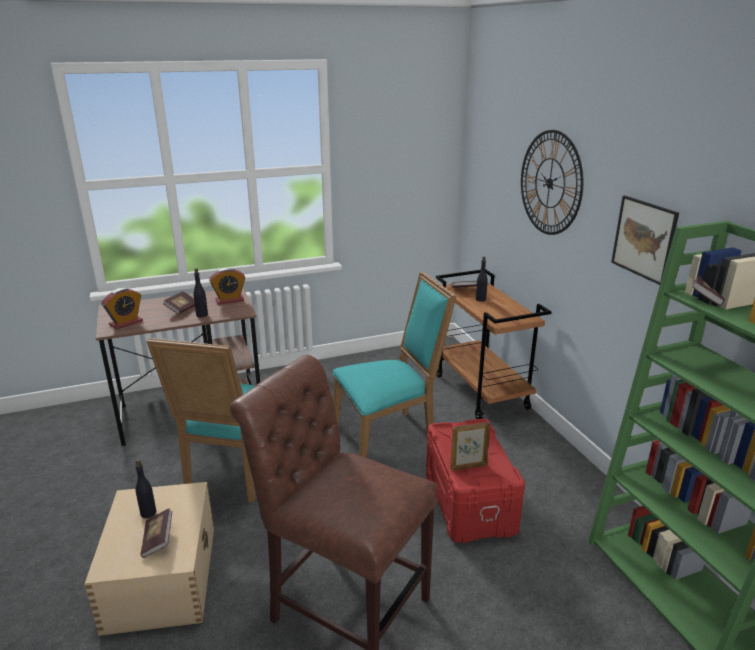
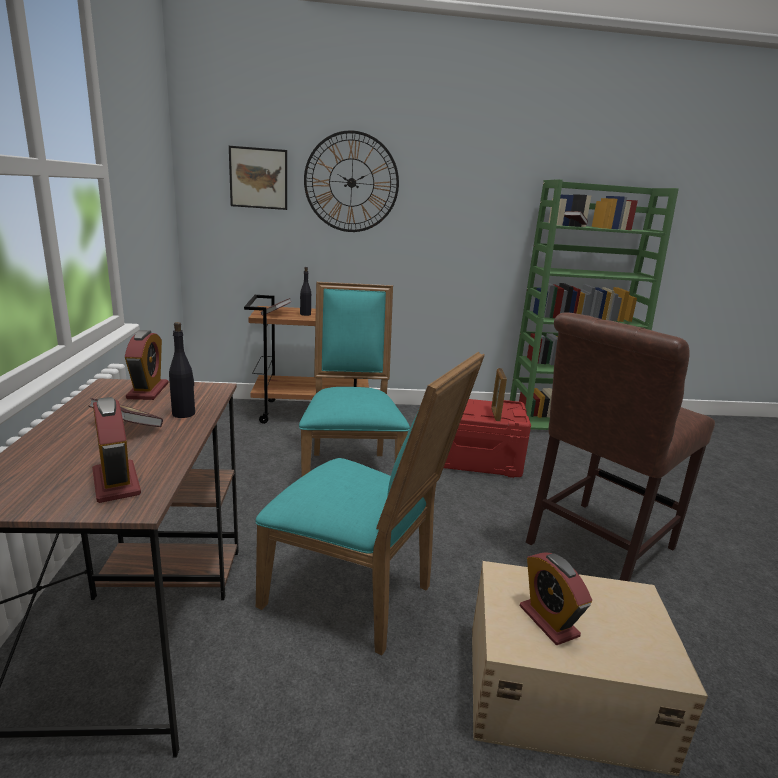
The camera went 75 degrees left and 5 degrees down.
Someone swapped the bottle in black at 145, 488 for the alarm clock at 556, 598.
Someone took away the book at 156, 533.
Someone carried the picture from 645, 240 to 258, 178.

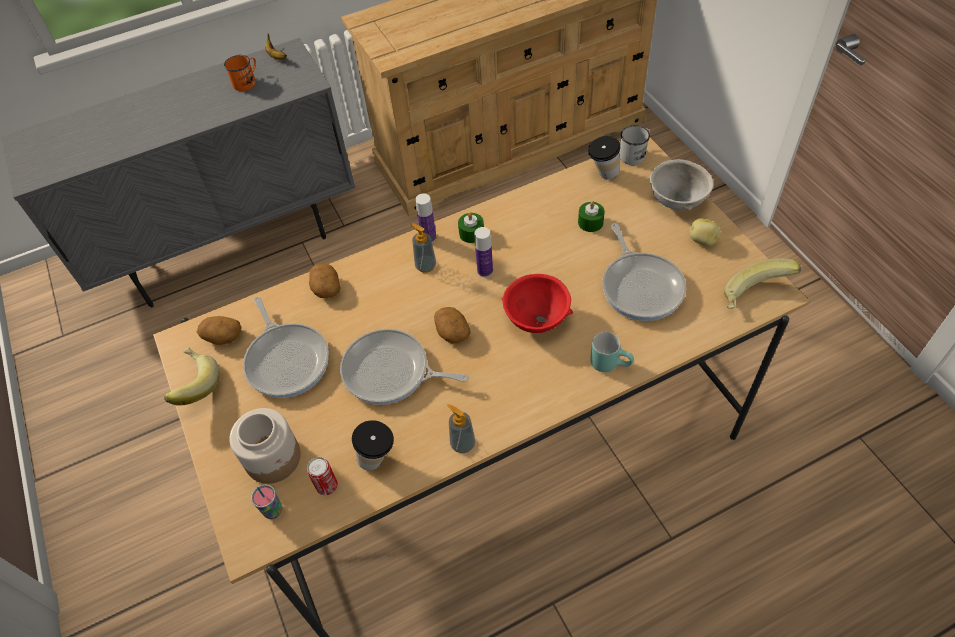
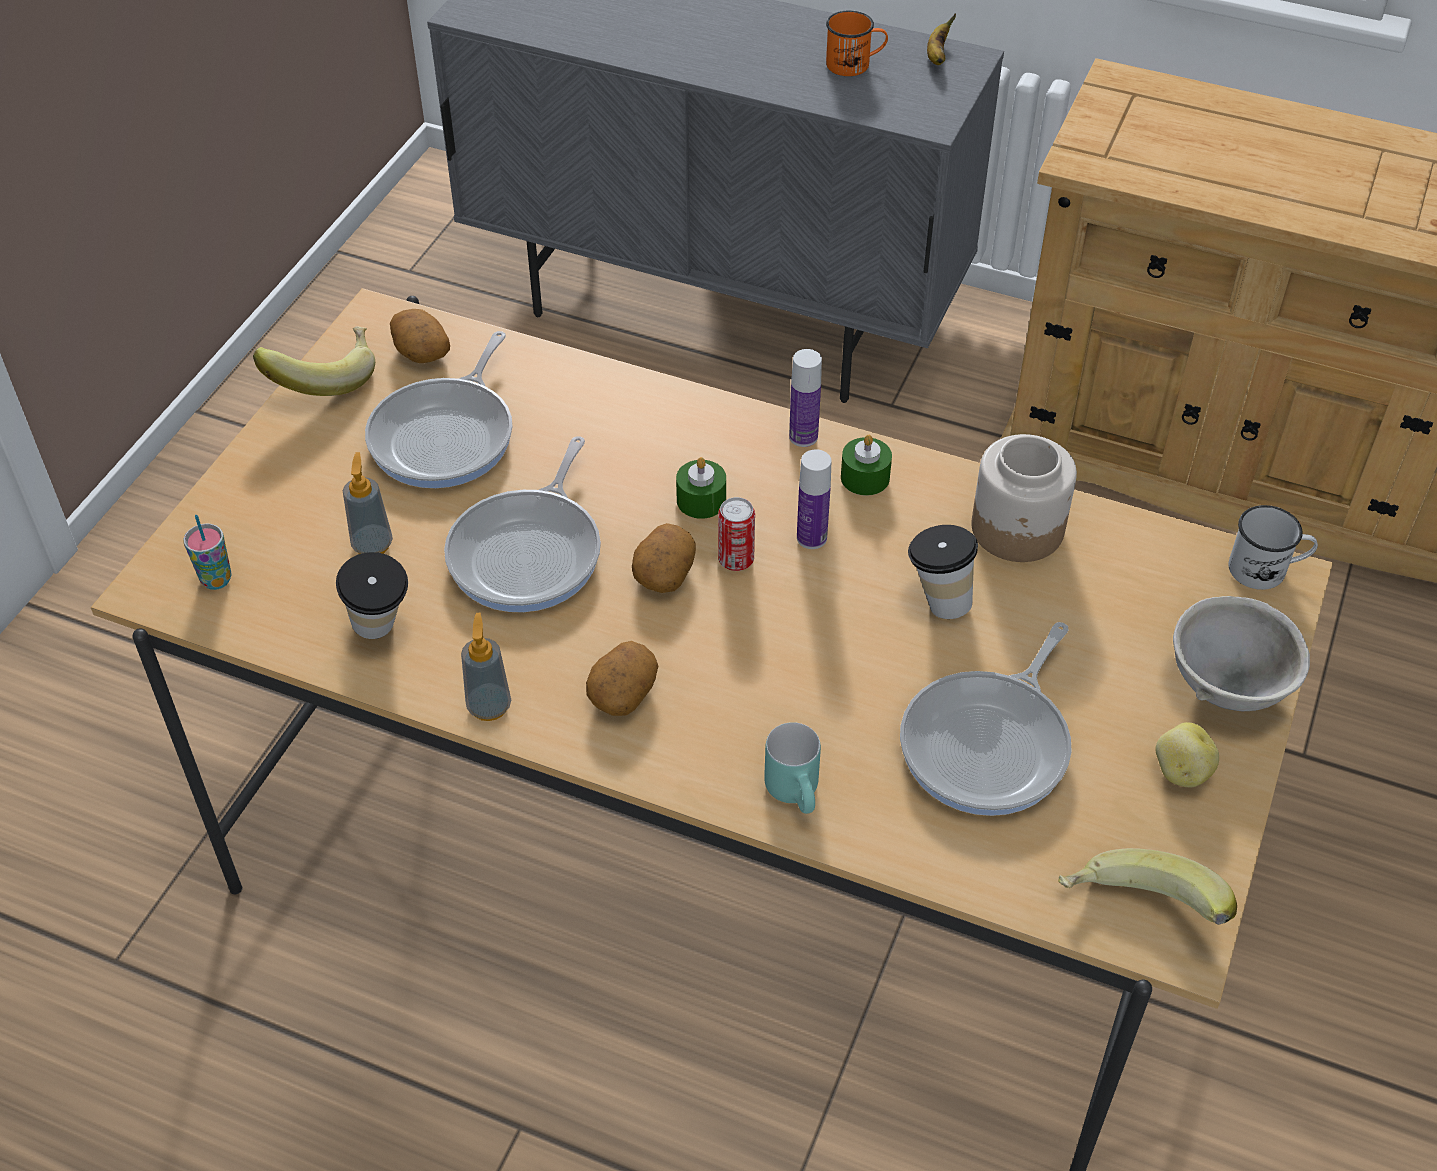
The camera went 45 degrees right and 5 degrees down.
Someone carried the jar from 265, 446 to 1024, 498.
Someone carried the can from 322, 476 to 736, 534.
Someone carried the potato from 324, 281 to 622, 678.
Someone rotated the frying pan at 404, 367 by 135 degrees counterclockwise.
Someone carried the soap dispenser from 423, 248 to 368, 503.
Someone took away the bowl in red at 537, 303.
Someone carried the candle in green from 591, 216 to 701, 488.
Someone carried the cup from 604, 157 to 943, 572.

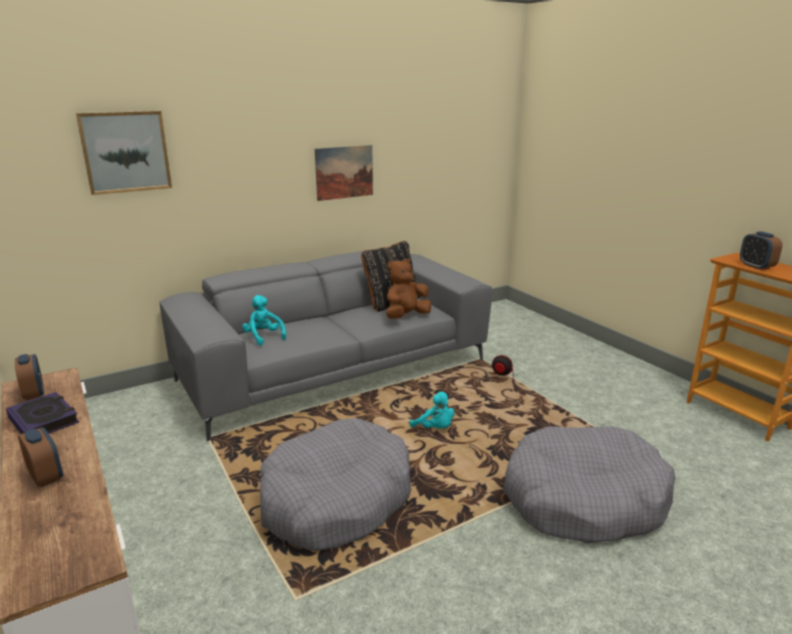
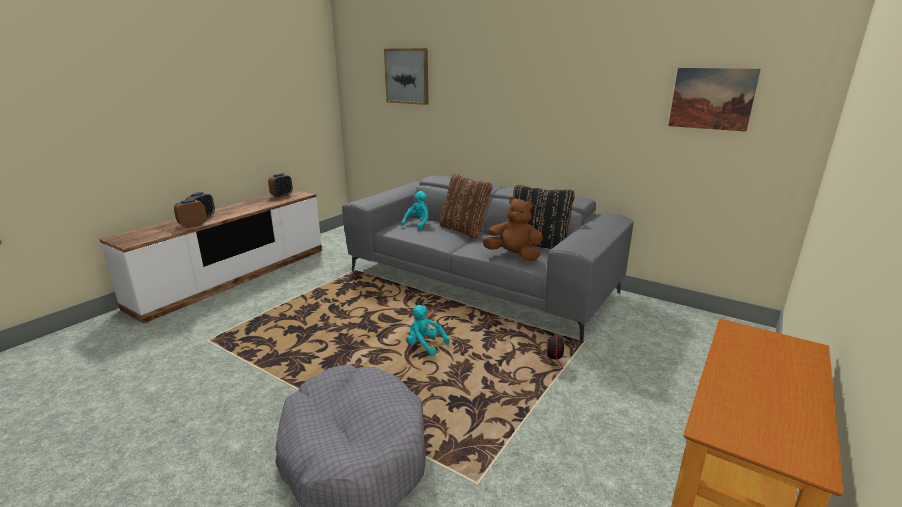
The camera went 65 degrees right and 0 degrees up.
Someone took away the book at 42, 413.
Someone took away the dog bed in grey at 335, 484.
Someone carried the picture from 344, 173 to 714, 100.
Someone rotated the plush toy in turquoise at 432, 410 by 105 degrees clockwise.
Someone carried the alarm clock from 761, 250 to 190, 213.
Someone put down the pillow in brown at 465, 206.

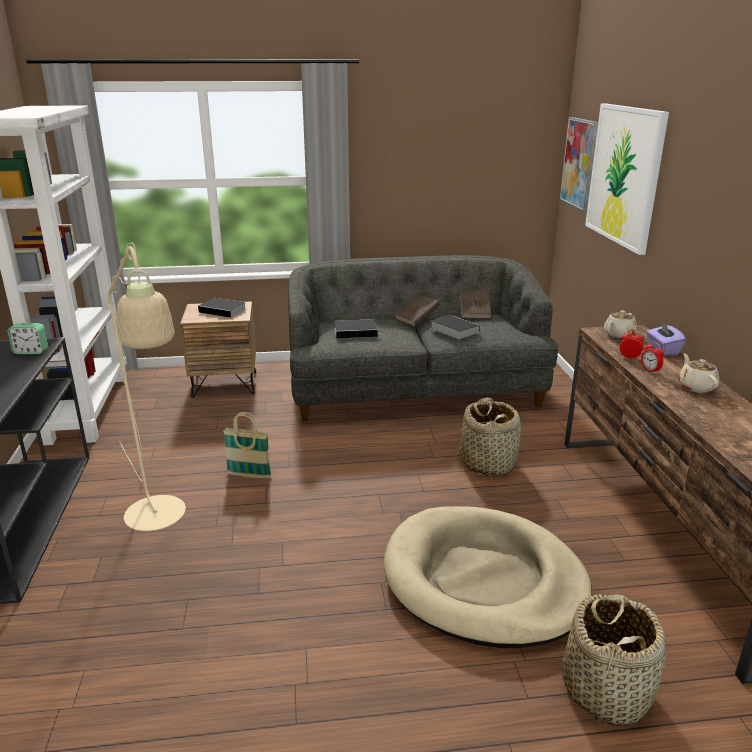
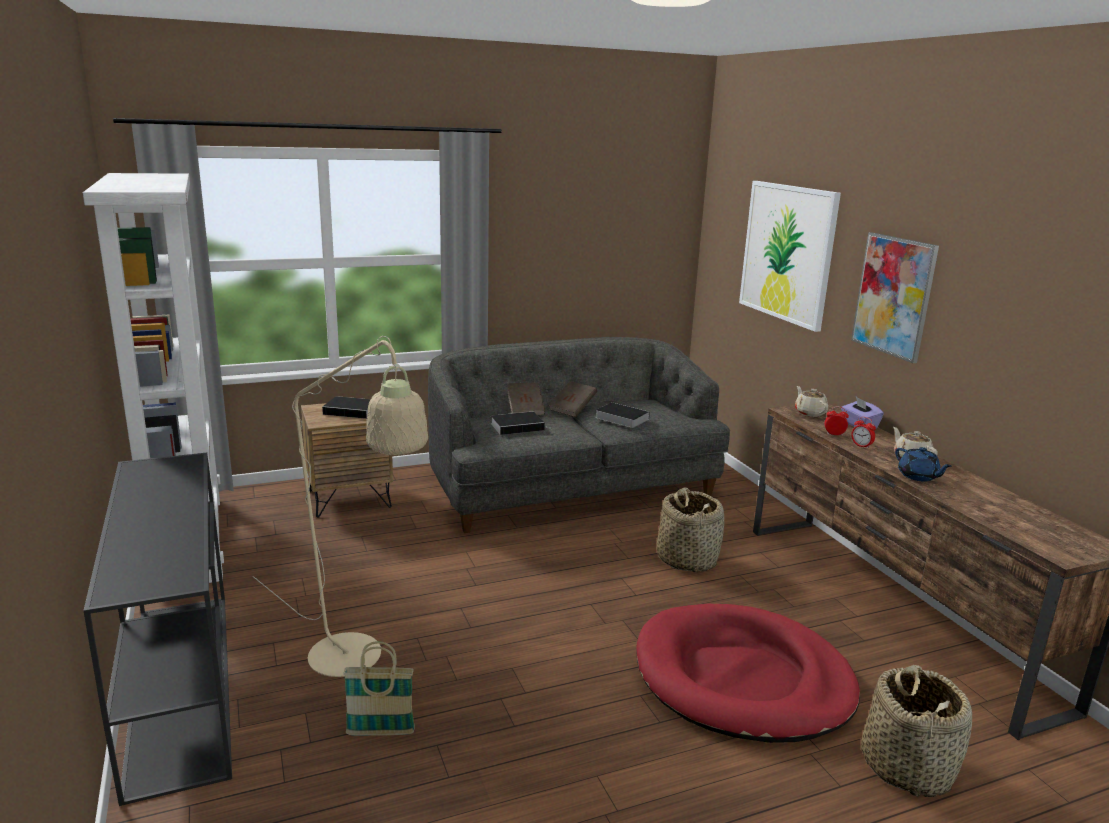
The camera went 15 degrees left and 5 degrees down.
Someone took away the alarm clock at 27, 338.
Someone carried the basket from 247, 445 to 379, 688.
Someone repainted the dog bed in beige at 488, 577, which became the dog bed in red at 748, 673.
Someone carried the book in brown from 475, 304 to 526, 399.
Someone carried the picture from 579, 164 to 895, 297.
Someone rotated the teapot in beige at 620, 324 by 135 degrees clockwise.
Someone put down the teapot in blue at 923, 464.

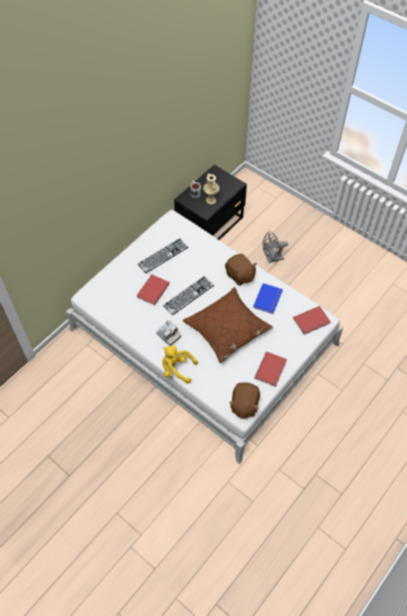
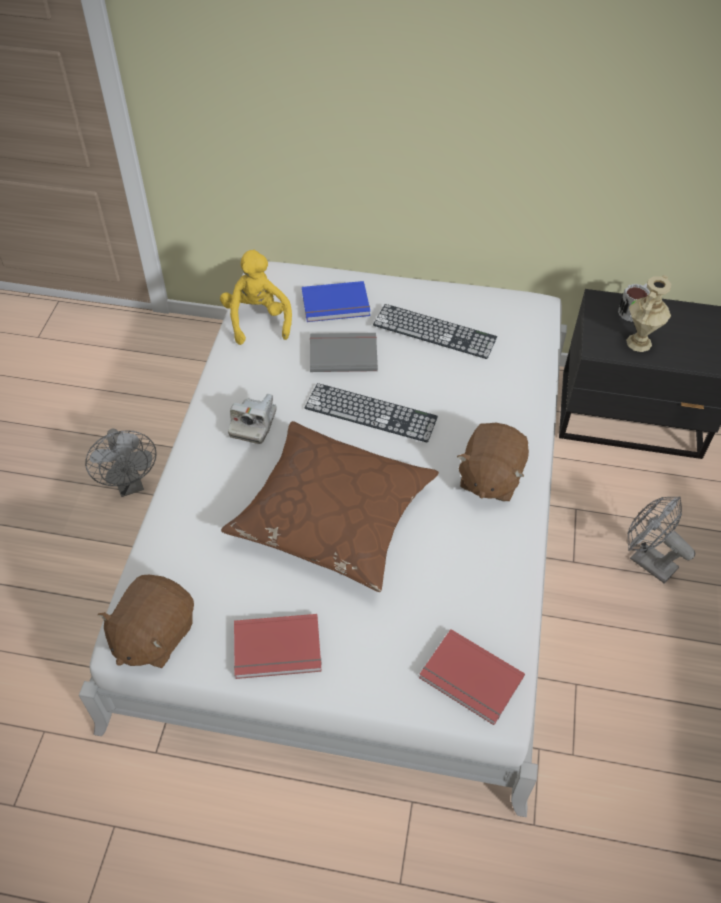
The camera went 60 degrees right and 5 degrees down.
Someone repainted the book in red at 153, 289, which became the book in grey at 344, 352.
Someone carried the plush toy in yellow from 180, 364 to 256, 297.
Someone rotated the plush toy in brown at 244, 400 by 45 degrees counterclockwise.
Someone carried the book in blue from 268, 298 to 336, 301.
Someone put down the fan in grey at 121, 463.

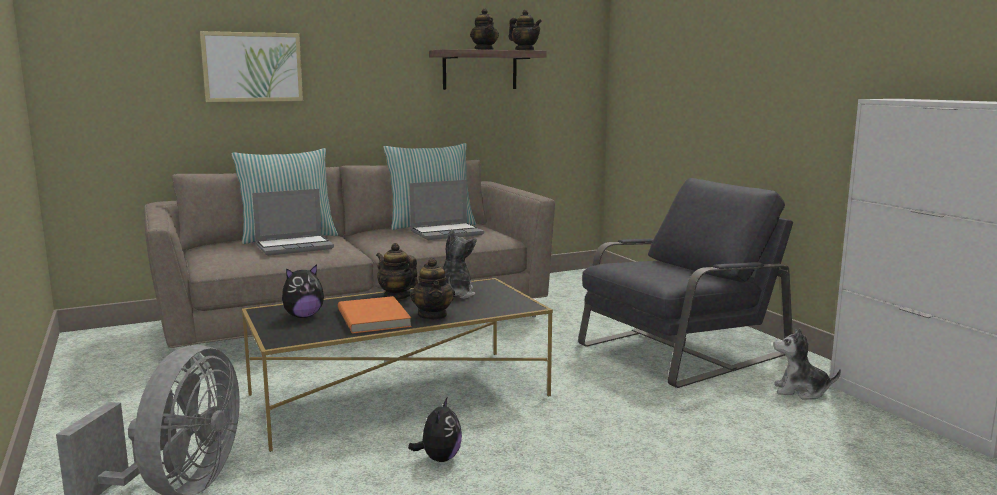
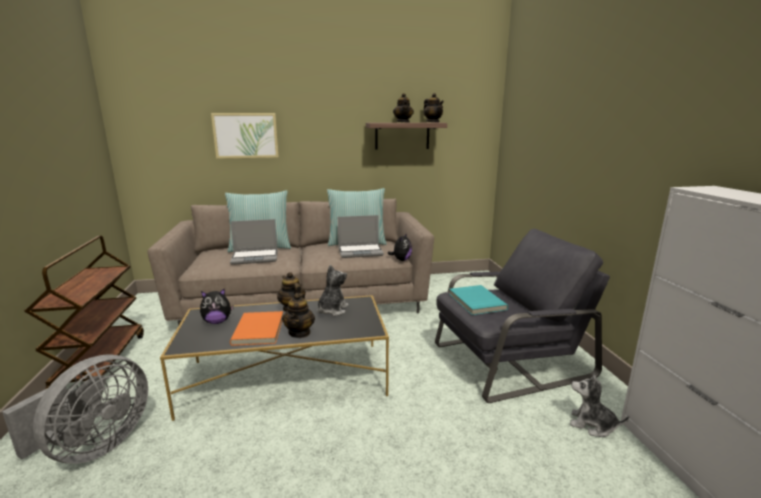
The camera went 15 degrees right and 5 degrees up.
Someone carried the plush toy from 435, 430 to 400, 247.
Someone put down the cart in brown at 84, 313.
Someone put down the book in turquoise at 478, 300.

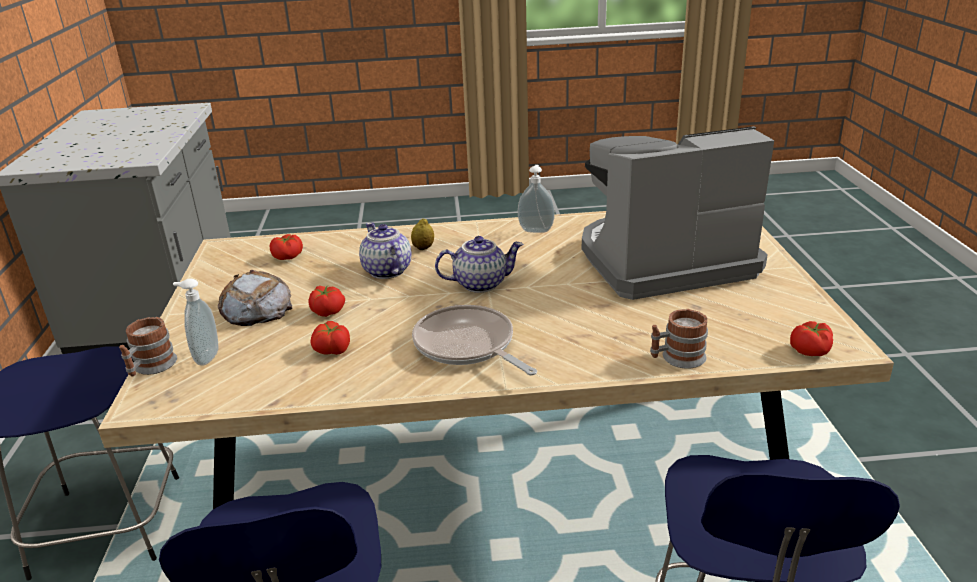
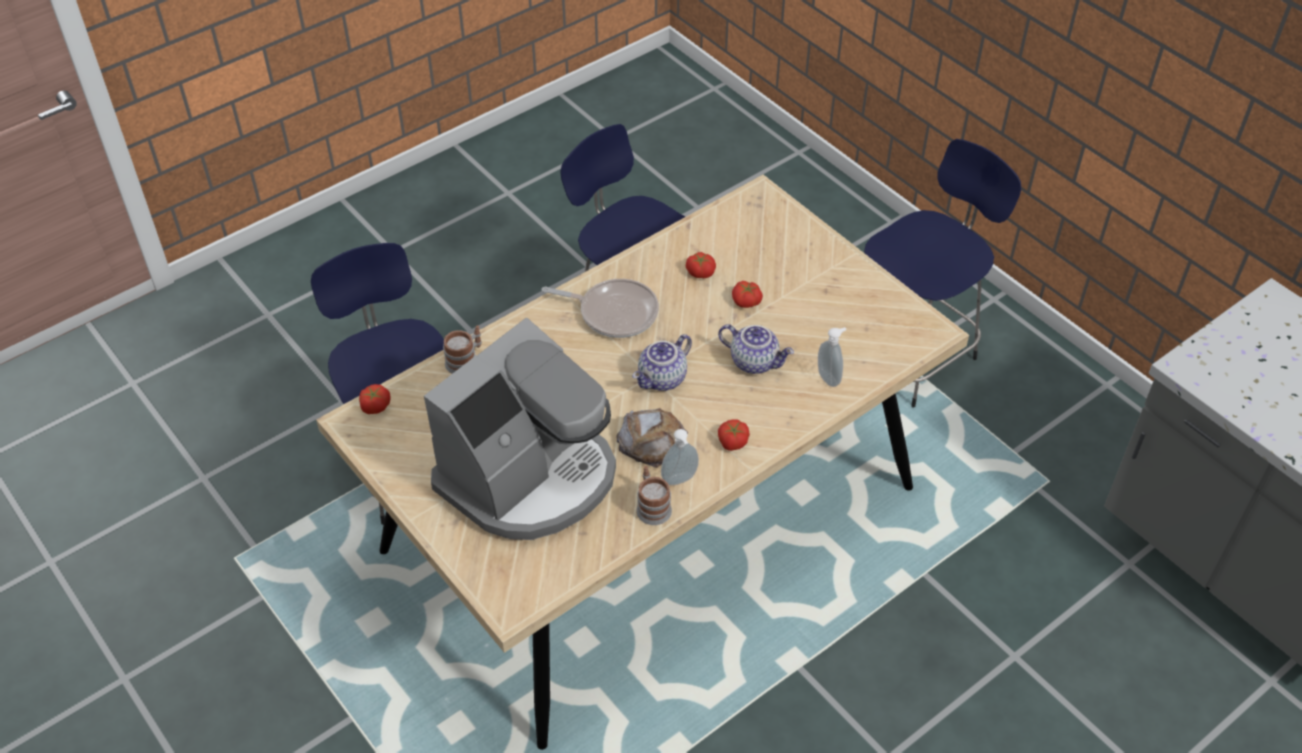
The camera went 145 degrees right and 20 degrees up.
Someone carried the mug from 148, 346 to 654, 495.
Someone carried the soap dispenser from 196, 322 to 832, 357.
Someone carried the bread from 255, 298 to 652, 438.
Someone carried the tomato from 286, 247 to 734, 435.
Someone took away the lemon at 422, 234.

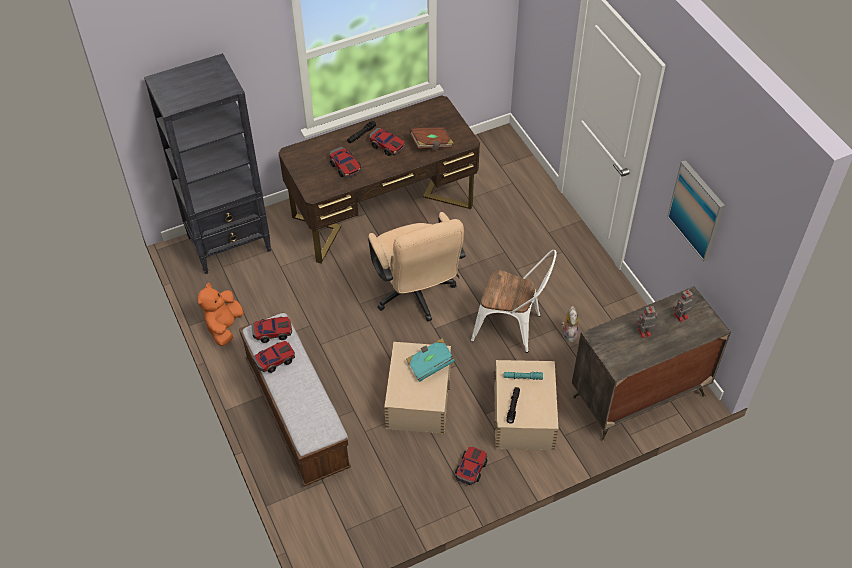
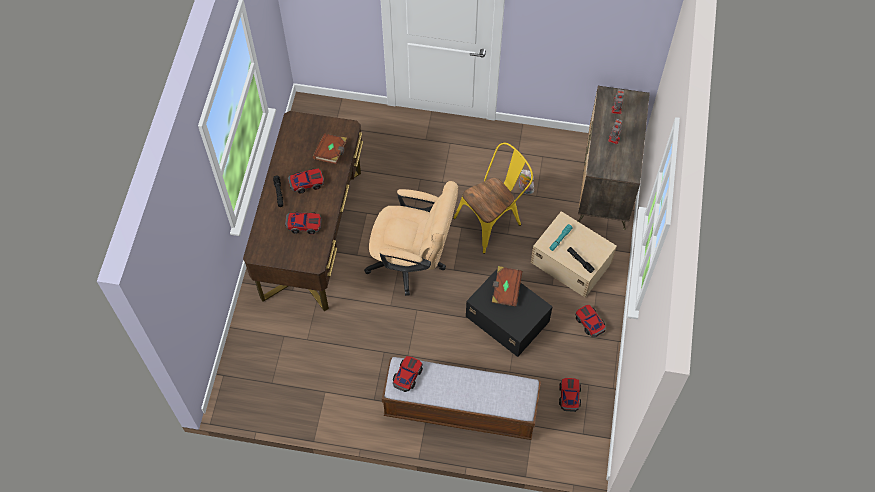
The camera went 55 degrees left and 10 degrees up.
Someone took away the bookcase in black at 207, 163.
Someone took away the plush toy in orange at 220, 314.
Someone carried the toy car from 274, 357 to 570, 395.
Someone repainted the storage box in beige at 417, 388, which became the storage box in black at 509, 312.
Someone repainted the book in turquoise at 430, 360, which became the book in brown at 507, 286.
Someone repainted the chair in white at 514, 301, which became the chair in yellow at 493, 198.
Someone took away the picture at 696, 210.

